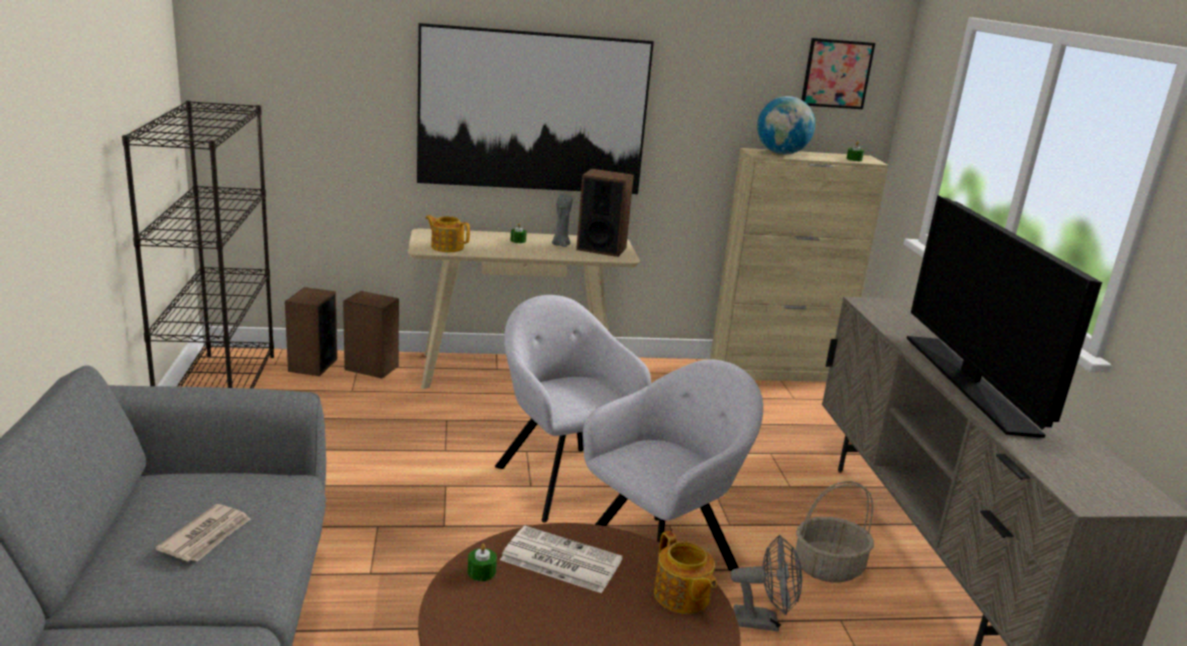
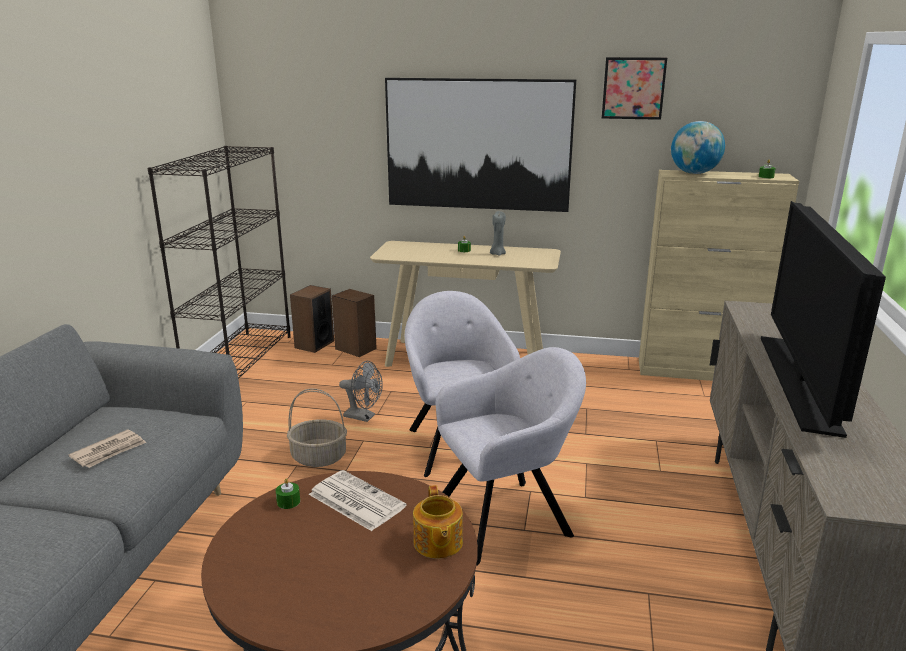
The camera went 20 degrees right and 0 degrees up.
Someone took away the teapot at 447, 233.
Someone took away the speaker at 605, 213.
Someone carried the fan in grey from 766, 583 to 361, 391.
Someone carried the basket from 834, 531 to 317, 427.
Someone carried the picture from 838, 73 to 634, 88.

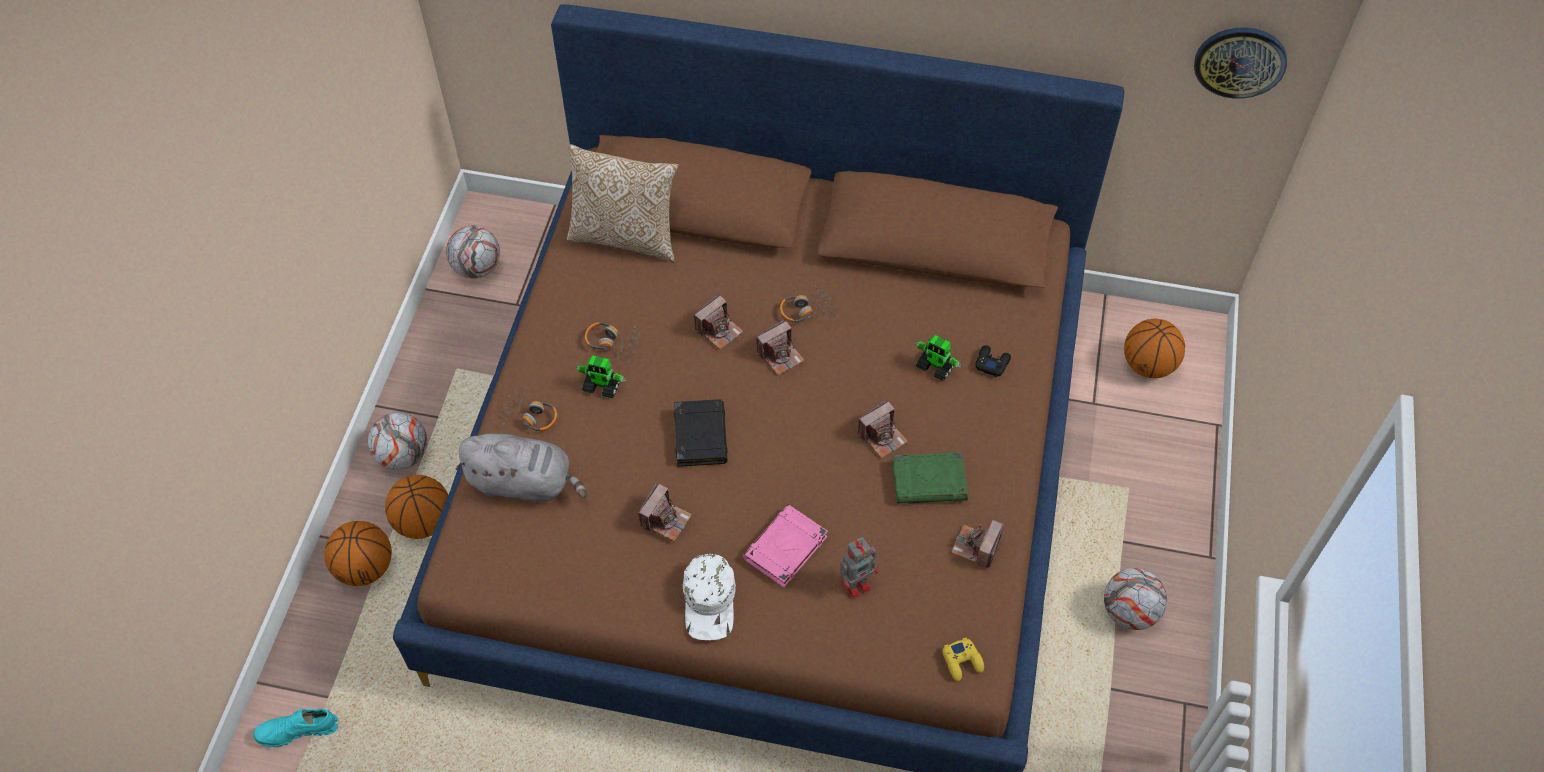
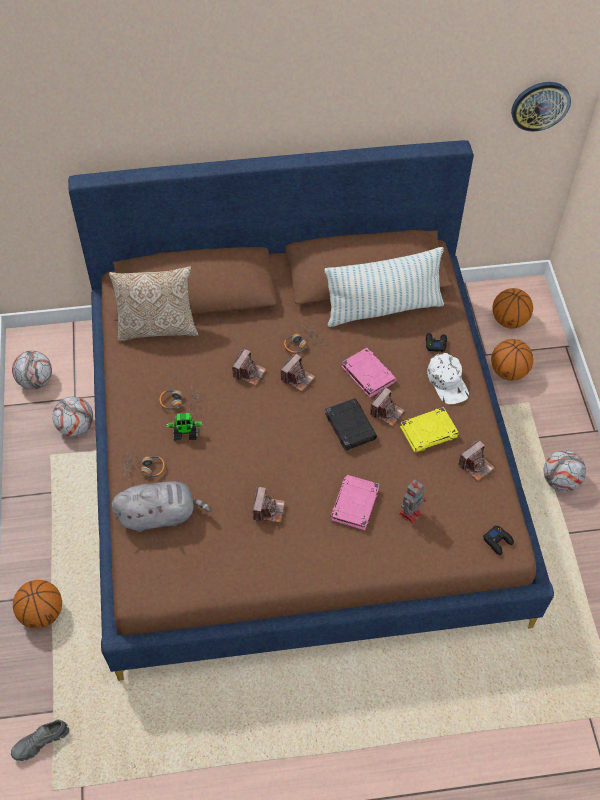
The camera went 20 degrees left and 0 degrees up.
Someone repainted the shoe in turquoise at 296, 727, which became the shoe in grey at 40, 740.
Someone carried the football from 397, 441 to 72, 417.
Someone carried the basketball from 416, 507 to 512, 360.
Someone carried the book in black from 701, 433 to 351, 424.
Someone carried the cap in white from 709, 597 to 448, 378.
Someone repainted the book in green at 930, 478, which became the book in yellow at 429, 430.
Someone took away the toy robot at 938, 358.
Someone repainted the game controller in yellow at 963, 659, which became the game controller in black at 498, 540.
Someone rotated the photo camera at 977, 544 by 135 degrees counterclockwise.
Someone put down the pillow at 384, 287.
Someone put down the book in pink at 369, 373.

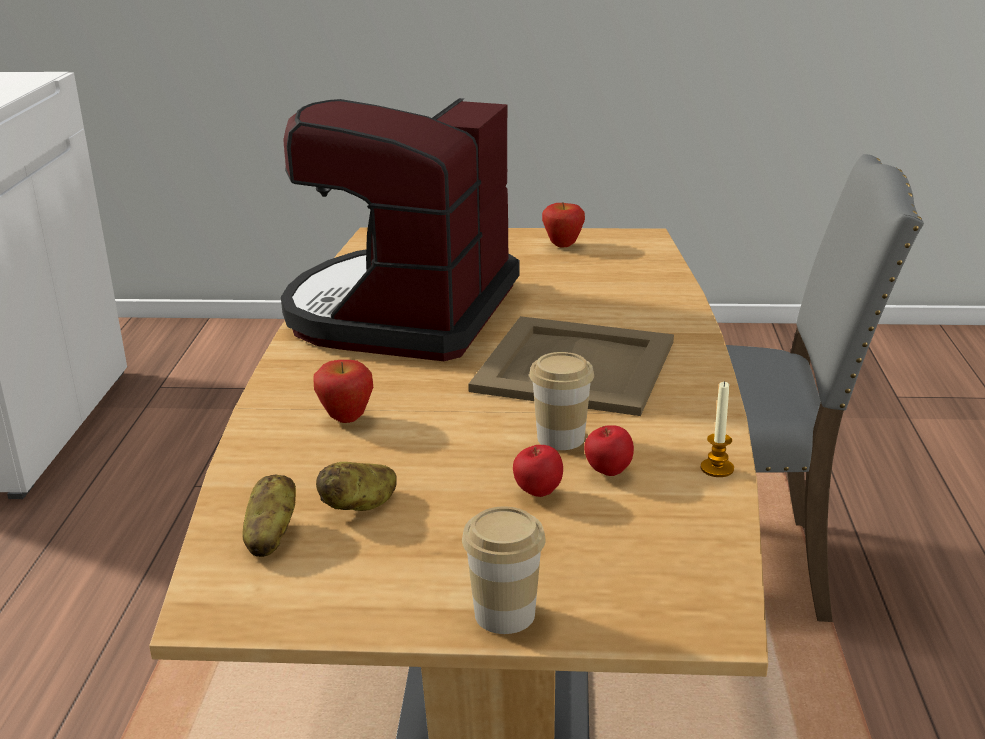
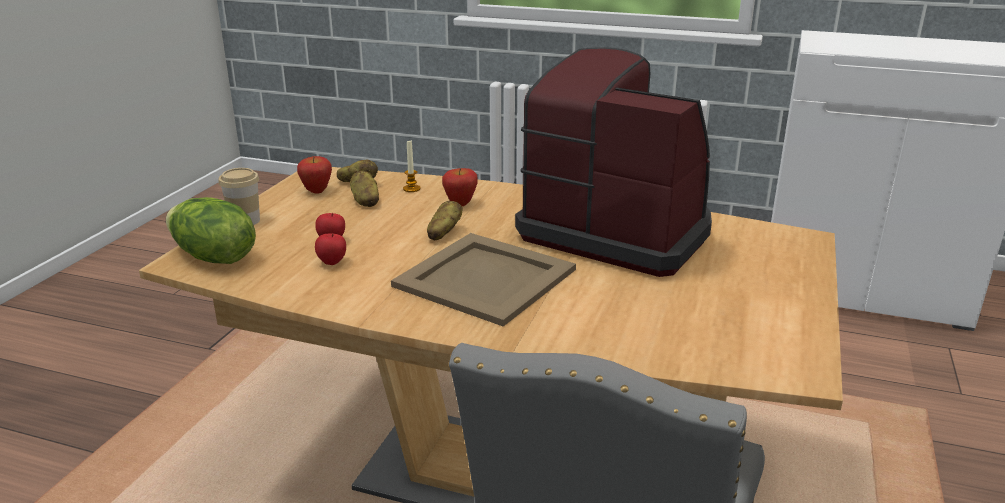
The camera went 105 degrees right and 0 degrees up.
Someone took away the cup at 561, 401.
Someone carried the apple from 563, 225 to 314, 175.
Someone carried the candle from 717, 429 to 412, 166.
Someone put down the lettuce at 211, 230.
Someone put down the potato at 444, 221.

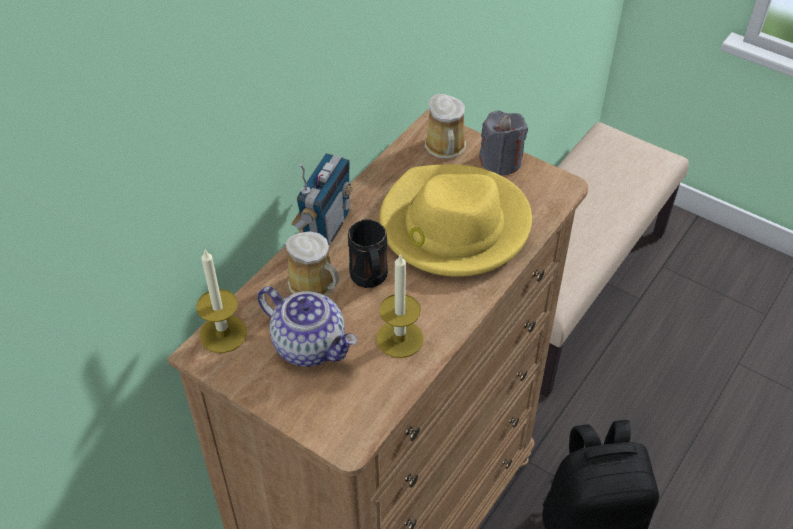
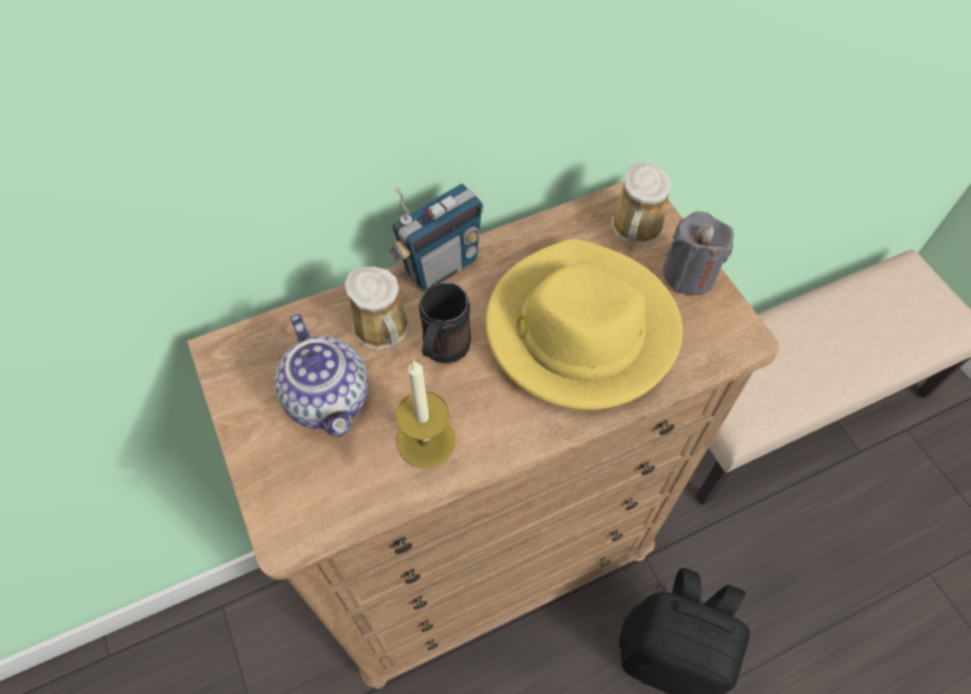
The camera went 30 degrees right and 10 degrees up.
Someone took away the candle at 221, 301.

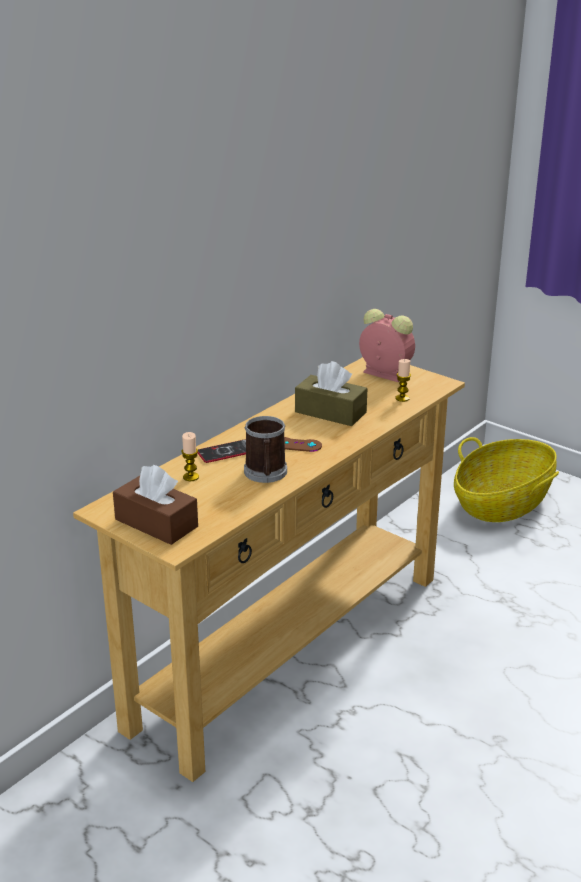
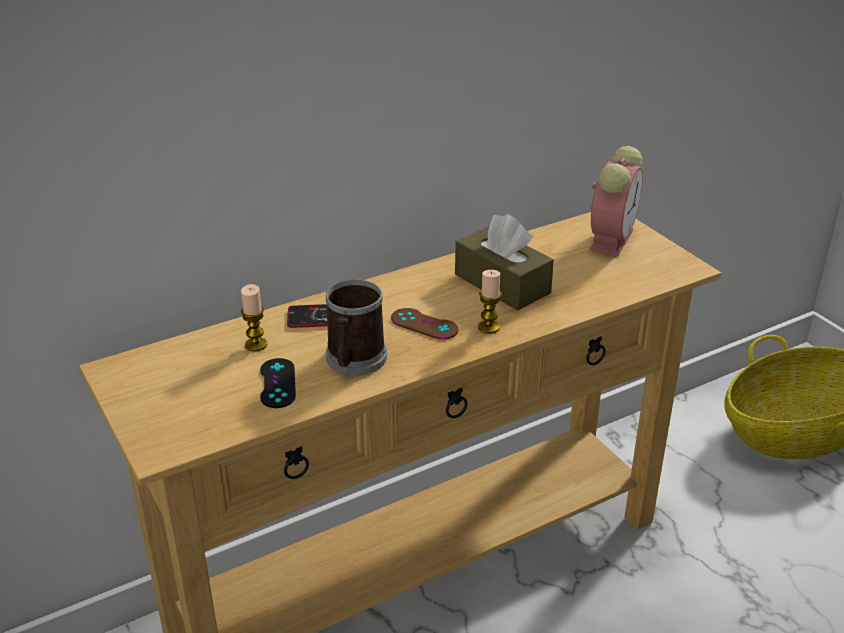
The camera went 20 degrees right and 5 degrees up.
Someone took away the tissue box in brown at 155, 505.
Someone rotated the alarm clock at 387, 345 by 60 degrees clockwise.
Someone carried the candle from 403, 380 to 490, 302.
Someone put down the game controller in black at 278, 383.

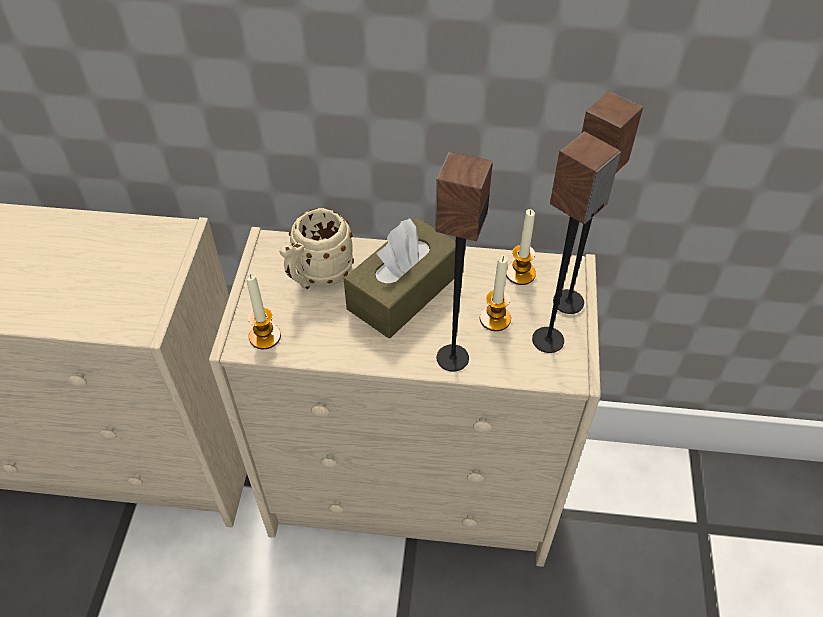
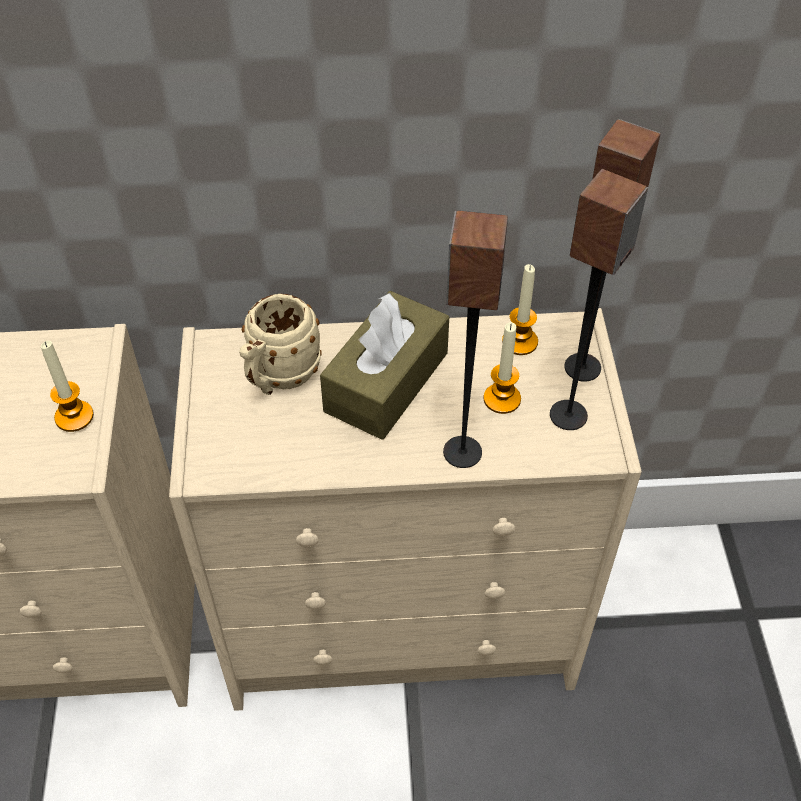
The camera went 10 degrees left and 0 degrees up.
Someone carried the candle from 263, 311 to 67, 386.

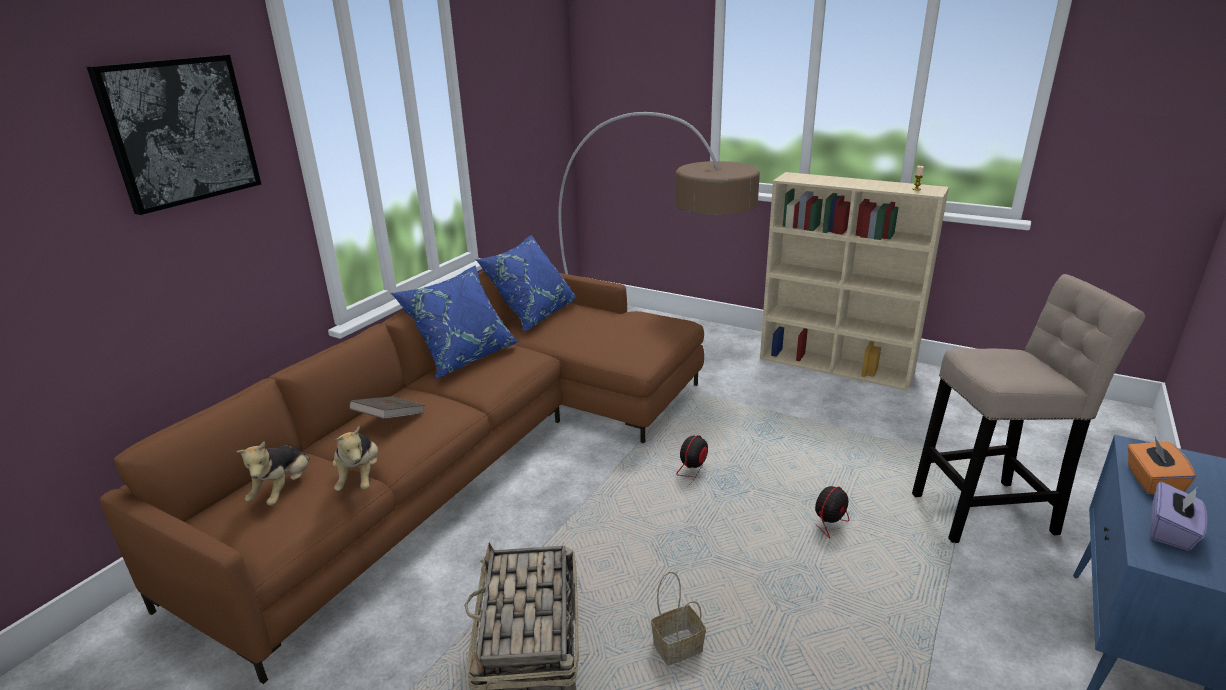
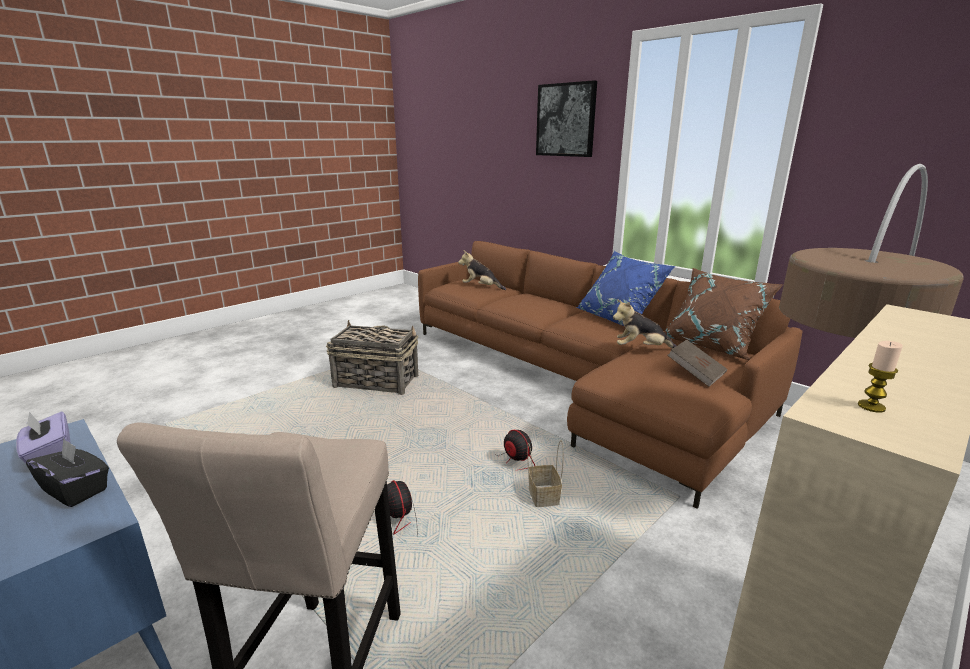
The camera went 105 degrees right and 5 degrees down.
Someone carried the plush toy from 355, 458 to 644, 323.
Someone carried the book in brown from 387, 407 to 697, 363.
Someone repainted the pillow in blue at 526, 283, which became the pillow in brown at 724, 314.
Someone carried the basket from 678, 619 to 545, 473.
Someone repainted the tissue box in orange at 1161, 465, which became the tissue box in black at 67, 472.

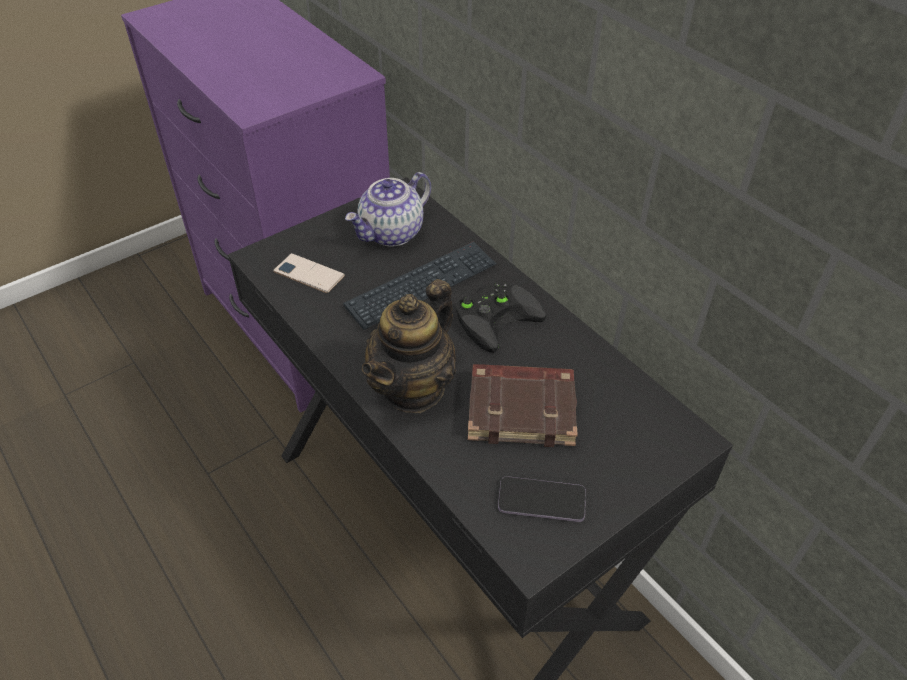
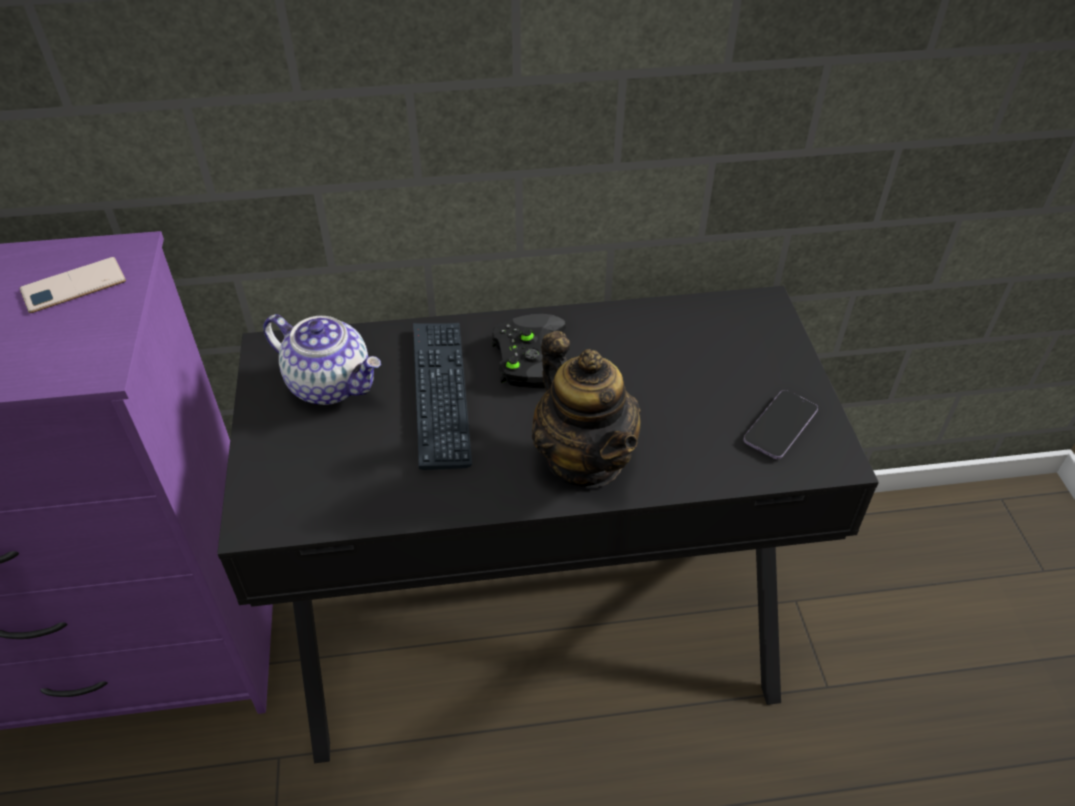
The camera went 60 degrees left and 0 degrees up.
Someone carried the phone from 309, 273 to 72, 285.
Someone rotated the teapot at 388, 209 by 45 degrees counterclockwise.
Someone took away the book in brown at 523, 405.

